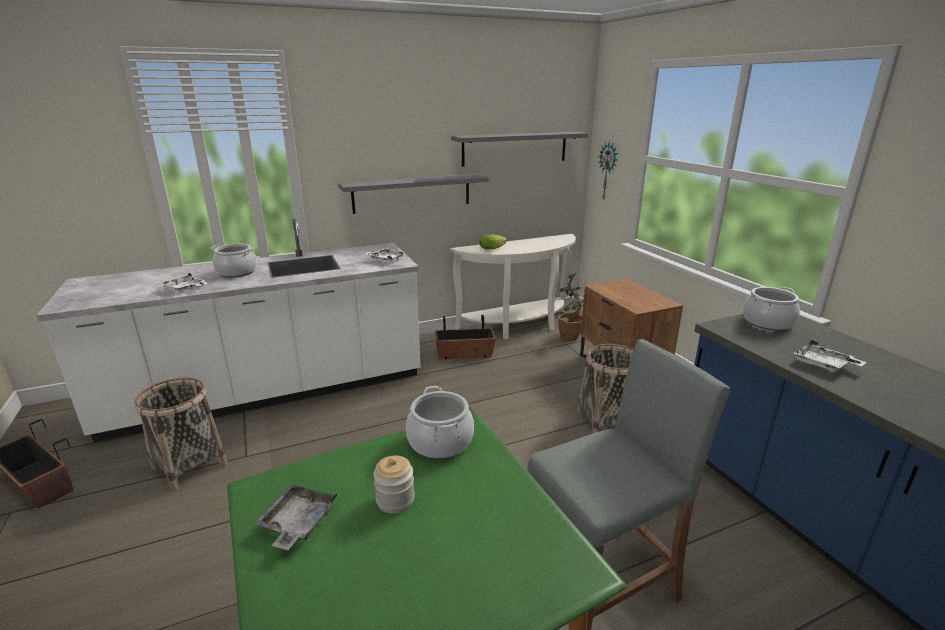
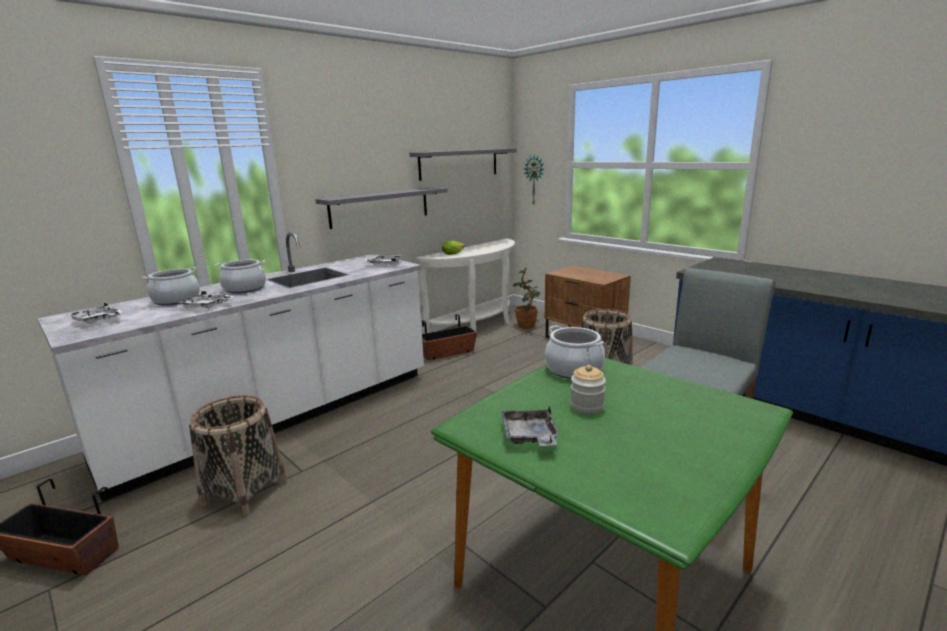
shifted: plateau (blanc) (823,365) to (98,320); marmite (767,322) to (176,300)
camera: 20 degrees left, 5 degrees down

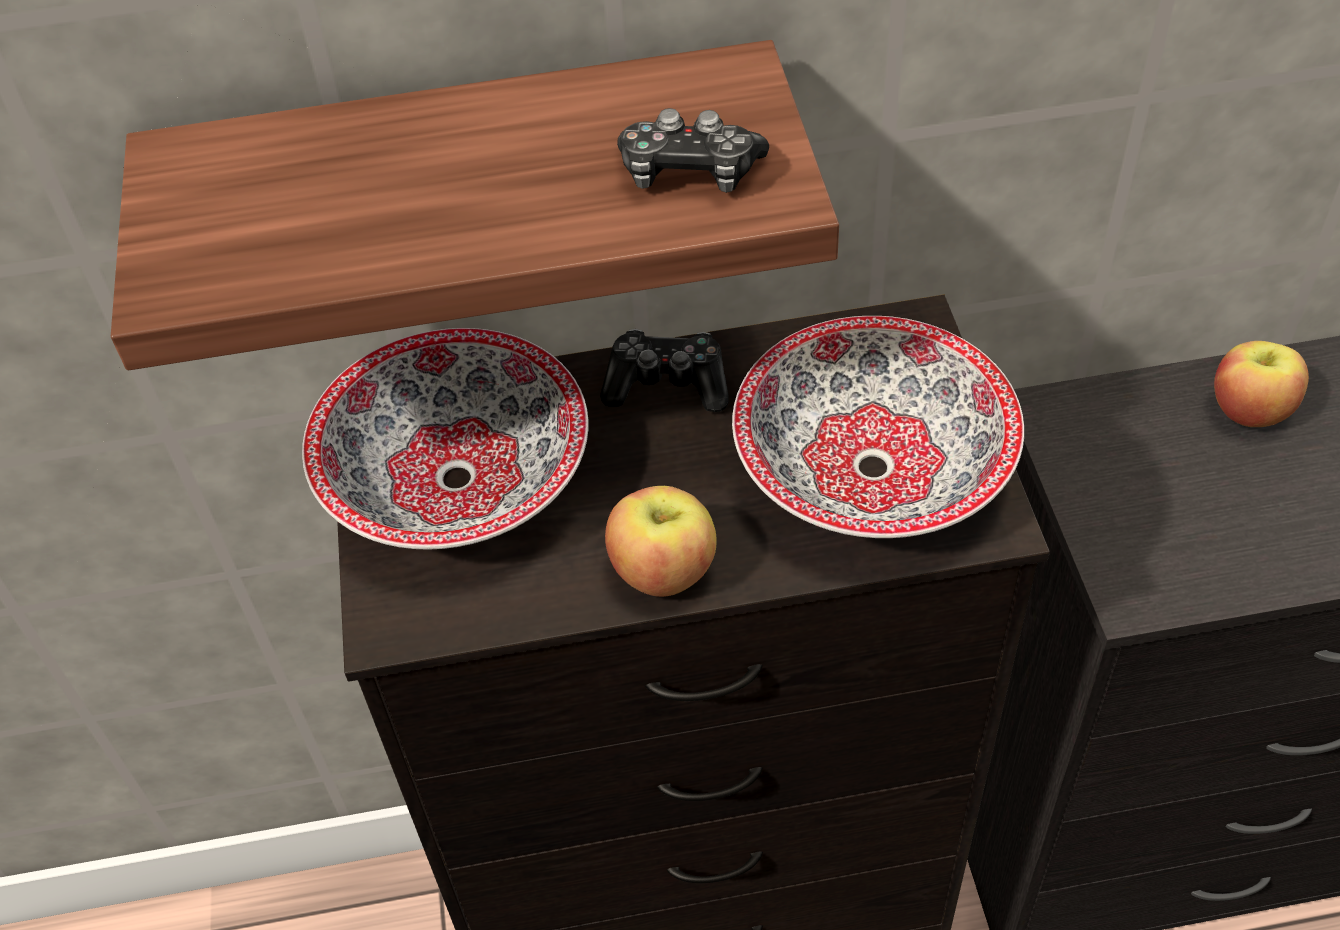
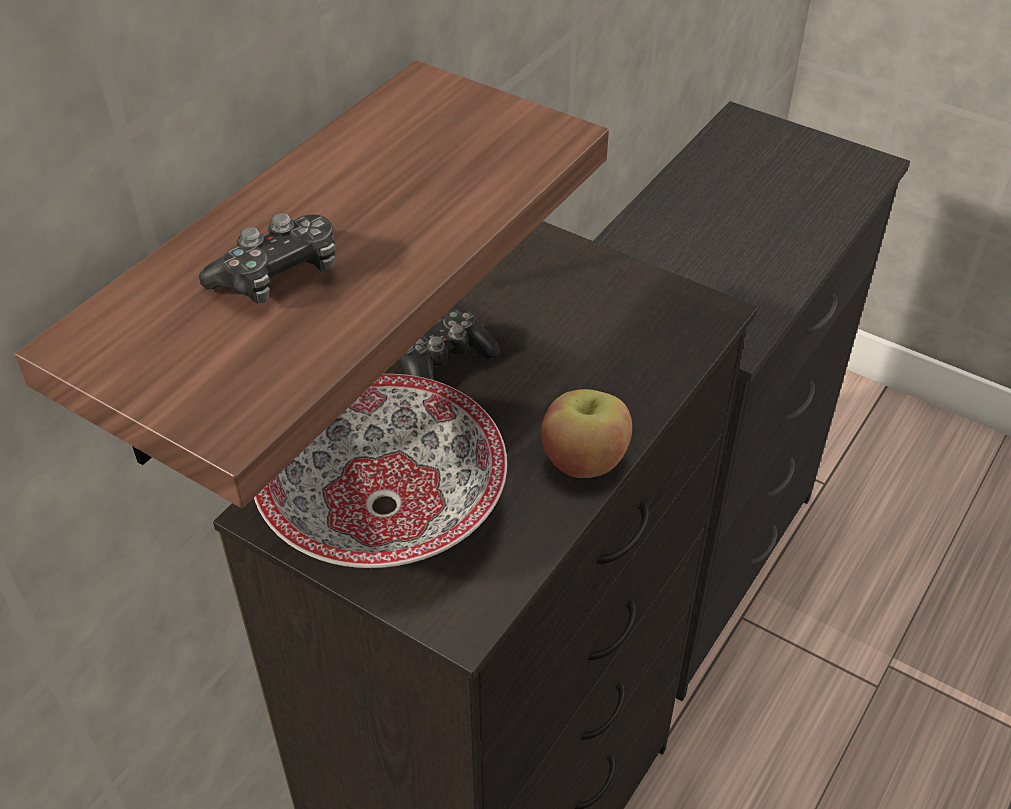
gone: bol (875,467); pomme (1250,409)
shifted: manette (689,172) to (278,275)
camera: 50 degrees left, 5 degrees down

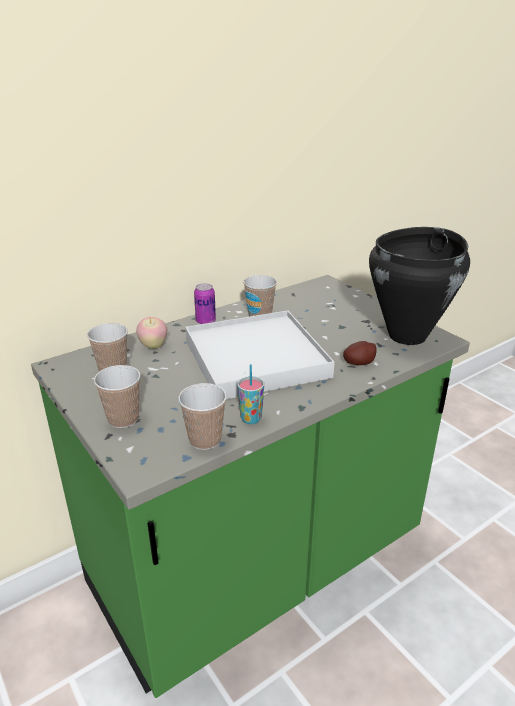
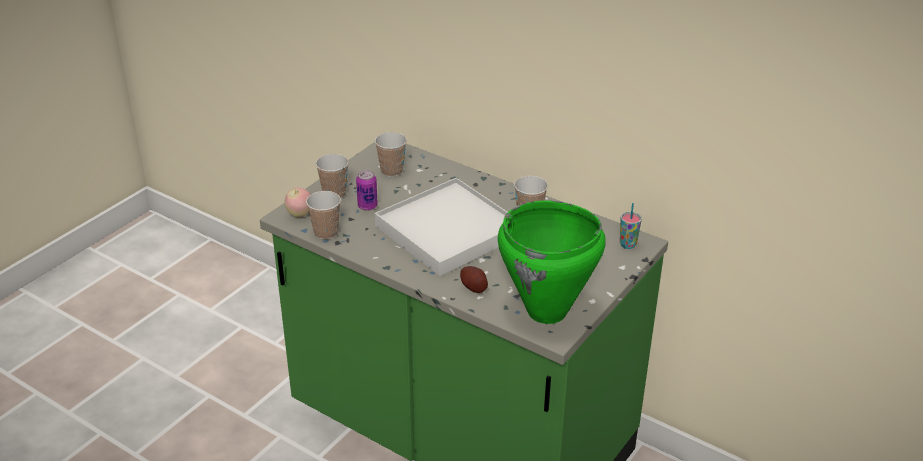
shifted: pomme (153,346) to (299,214); boîte métallique (205,321) to (367,206); tasse (251,419) to (627,245)
repainted: marmite (noir) (408,336) to marmite (vert) (547,312)
camera: 70 degrees right, 5 degrees up

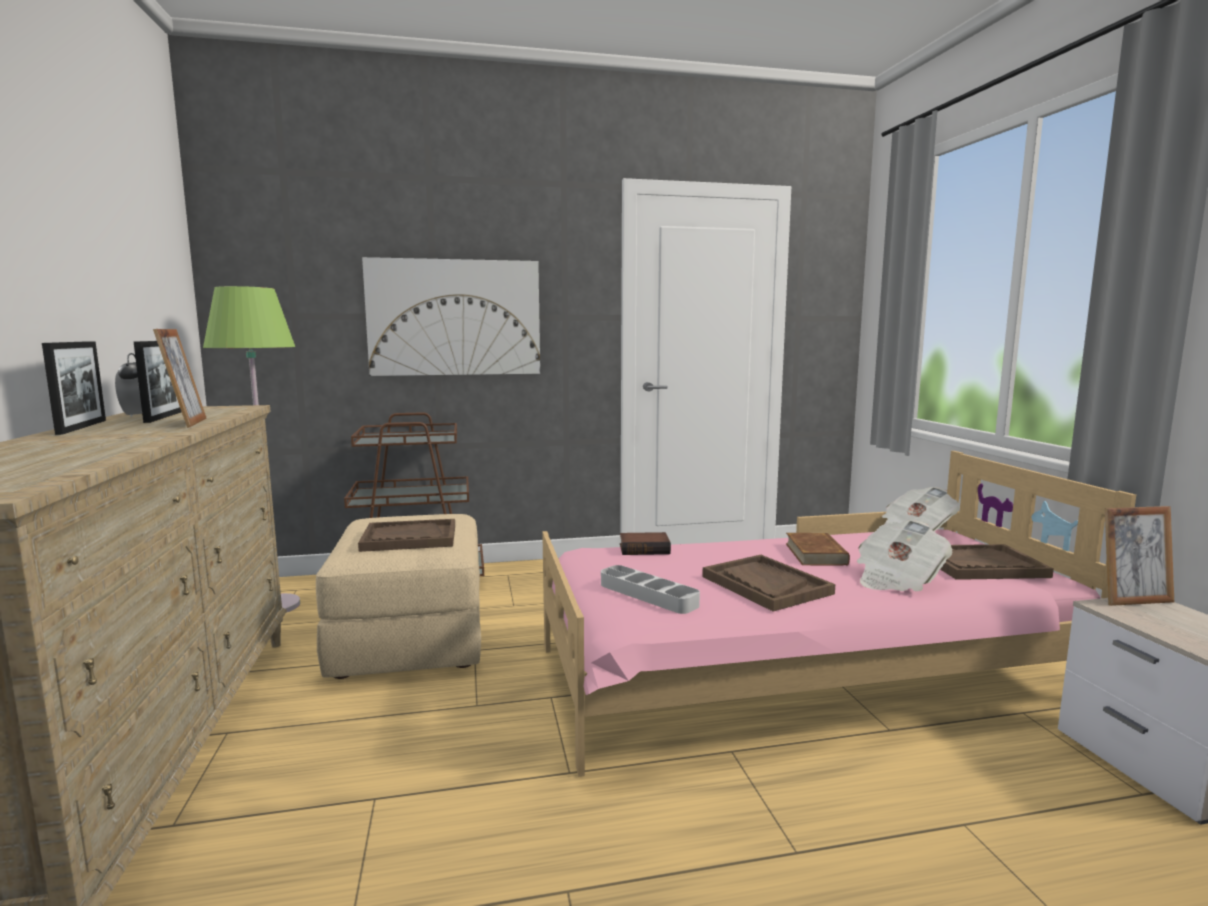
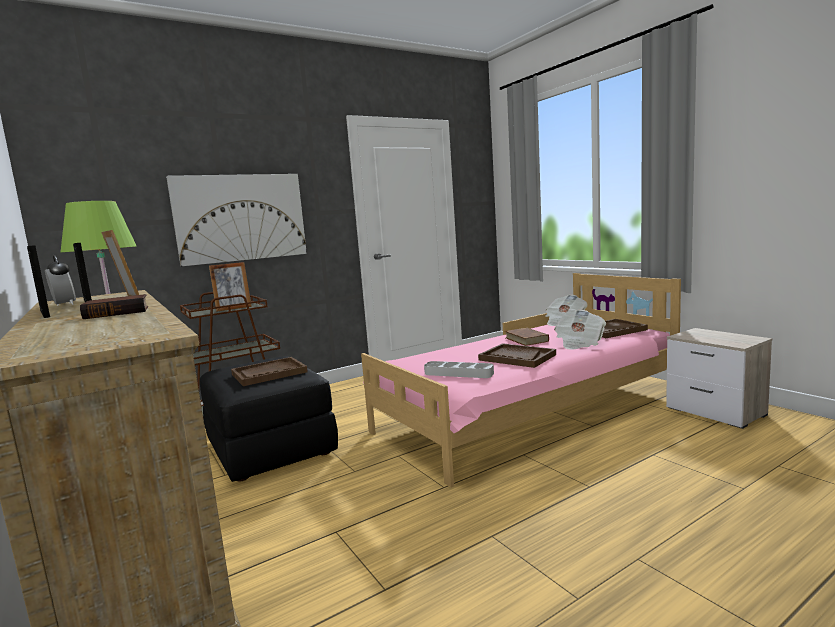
shifted: livre (645,548) to (118,312); cadre photo (1133,600) to (233,308)
repainted: pouf (beige) (409,637) to pouf (noir) (269,448)
camera: 20 degrees left, 0 degrees up

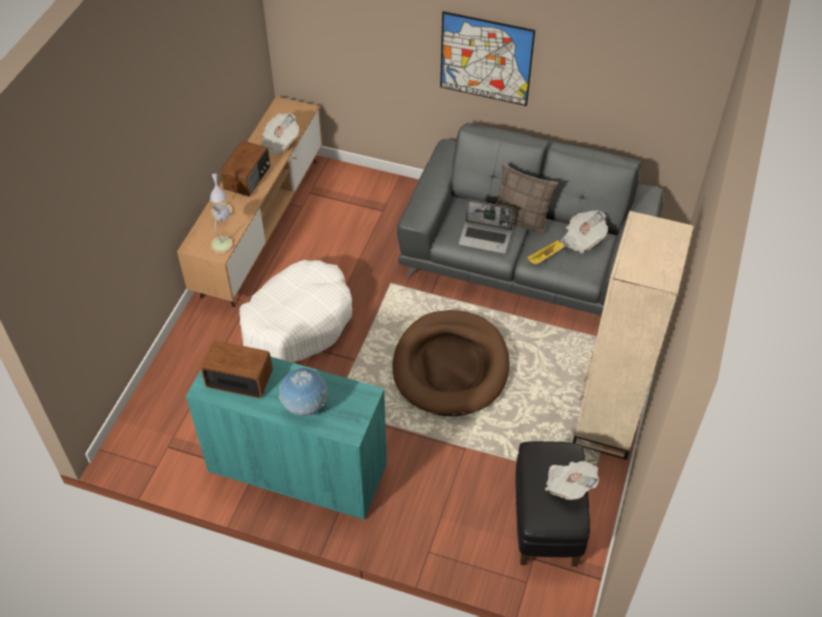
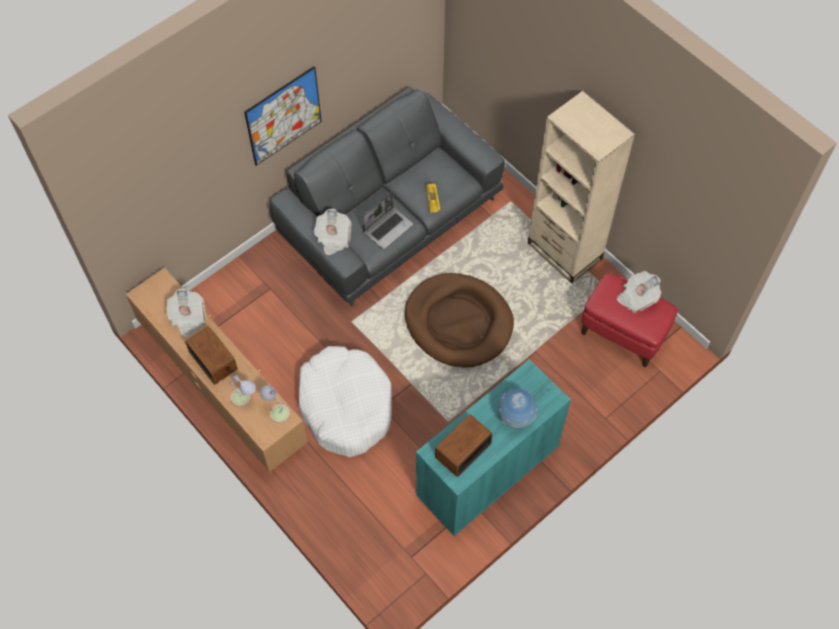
gone: coussin (521,219)
shifted: journal (582,239) to (333,238)
repainted: pouf (noir) (546,522) to pouf (rouge) (622,334)
camera: 60 degrees left, 10 degrees up

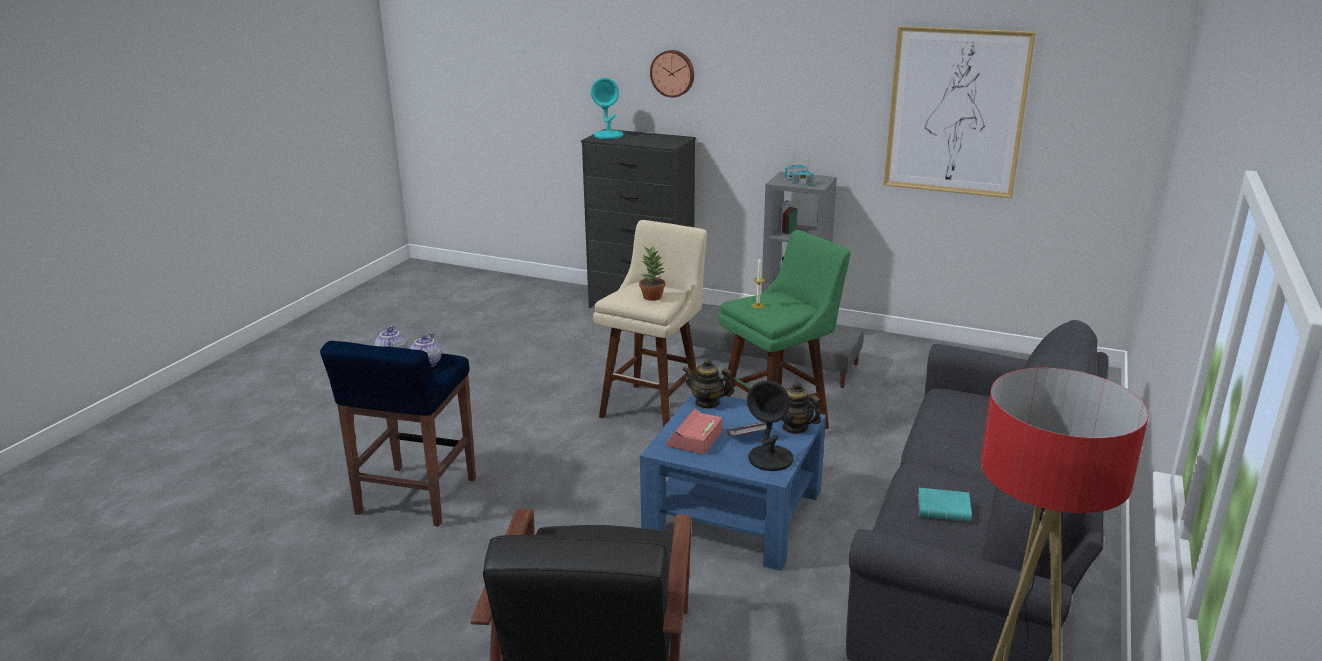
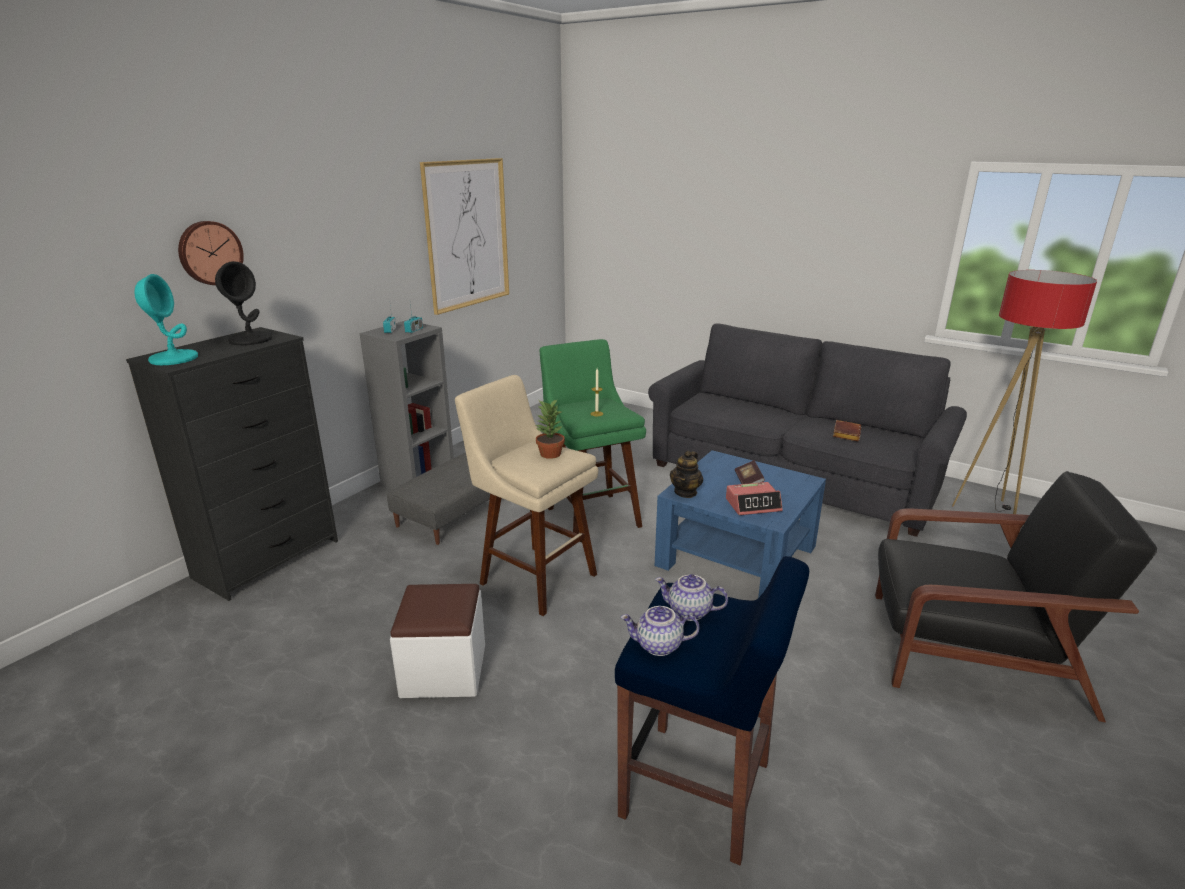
gone: théière (795,427)
new: pouf (blanc) (444,670)
shifted: lampe de table (noir) (771,459) to (250,339)
repainted: livre (turquoise) (945,509) to livre (marron) (845,433)
rotated: réveil (694,439) = (753,505) 45 degrees counterclockwise
camera: 80 degrees left, 0 degrees up

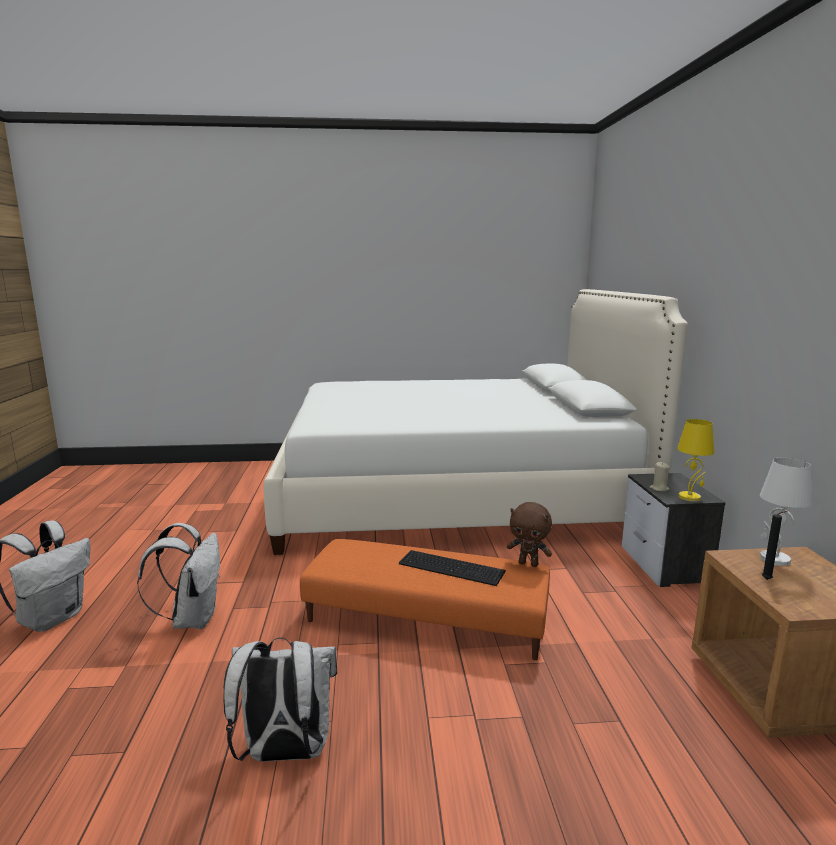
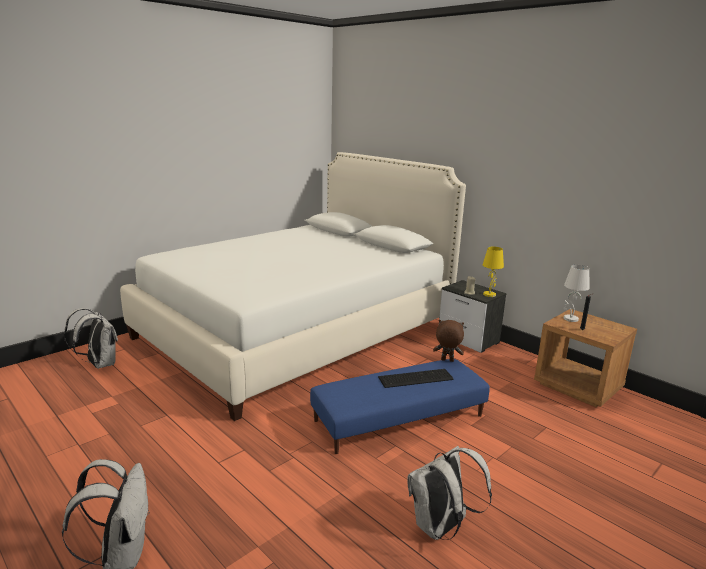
shifted: sac à dos (blanc) (193,618) to (99,364)
repainted: pouf (orange) (426,616) to pouf (bleu) (399,418)
rotated: peluche (marron) (528,563) = (447,360) 150 degrees counterclockwise
camera: 40 degrees left, 5 degrees up

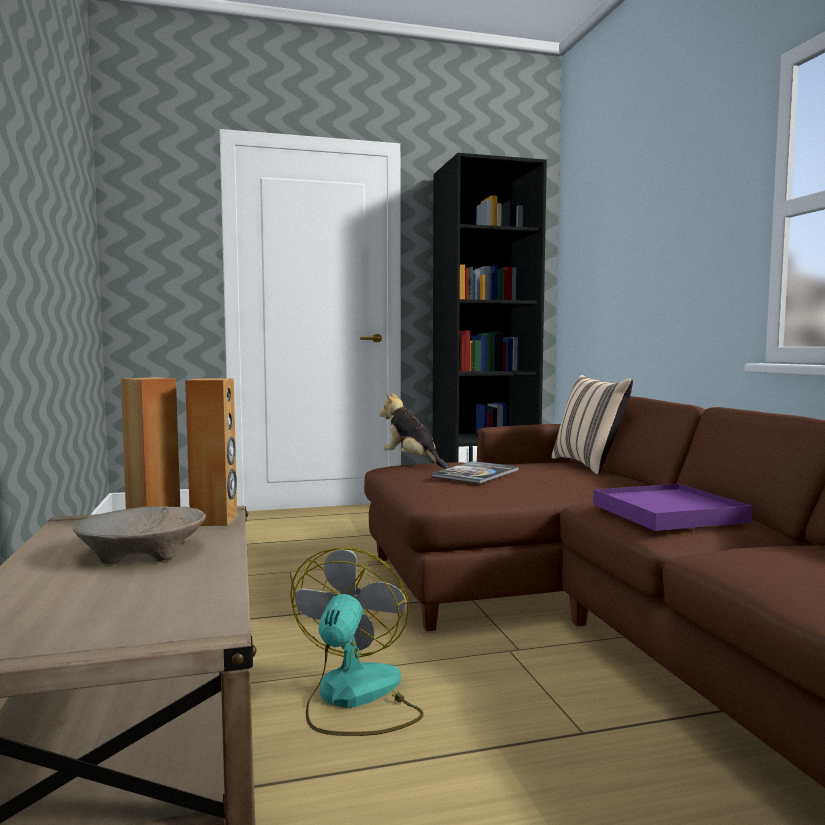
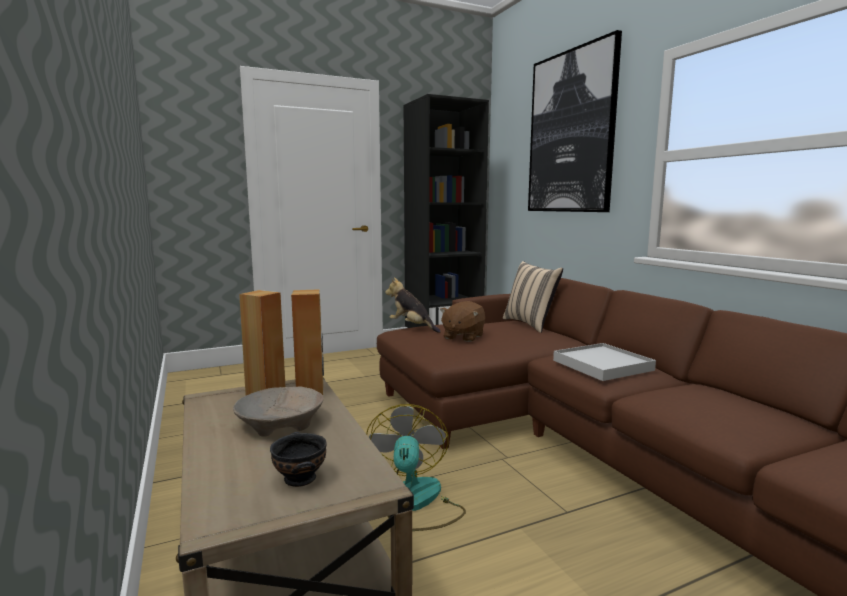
new: bol (noir) (300,477); tableau (571,132)
swapped: livre (476,474) to peluche (marron) (463,337)
repainted: plateau (violet) (668,513) to plateau (blanc) (602,365)
camera: 10 degrees left, 5 degrees up

